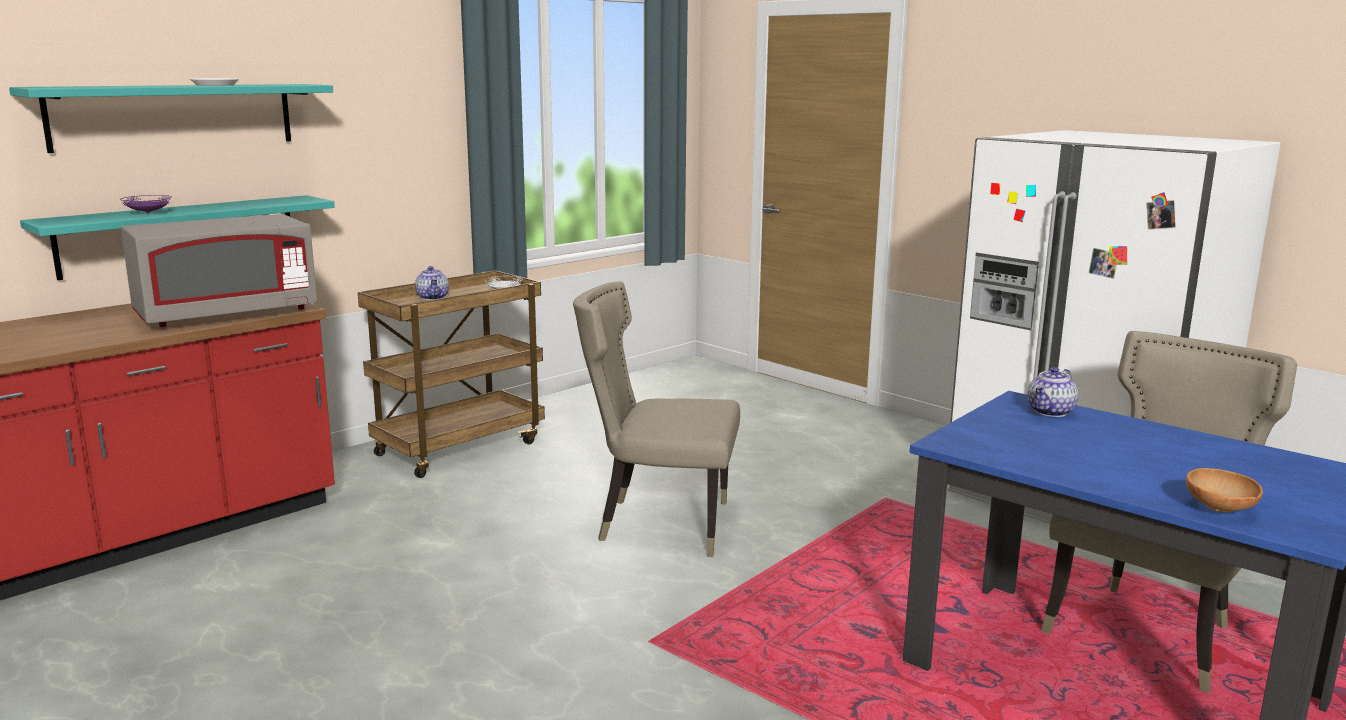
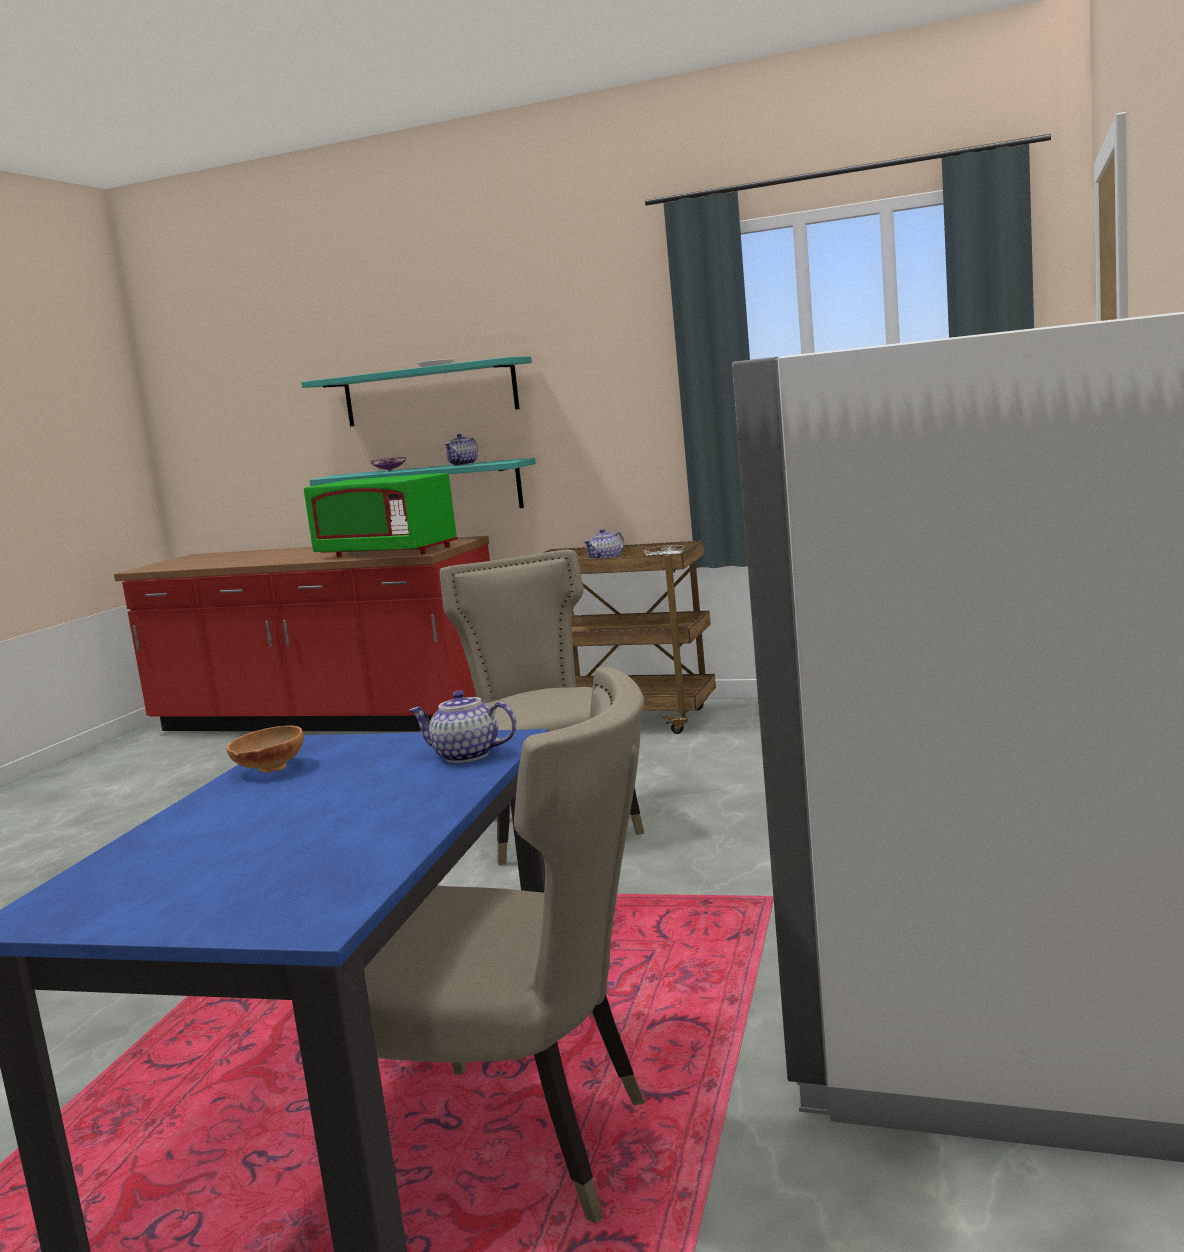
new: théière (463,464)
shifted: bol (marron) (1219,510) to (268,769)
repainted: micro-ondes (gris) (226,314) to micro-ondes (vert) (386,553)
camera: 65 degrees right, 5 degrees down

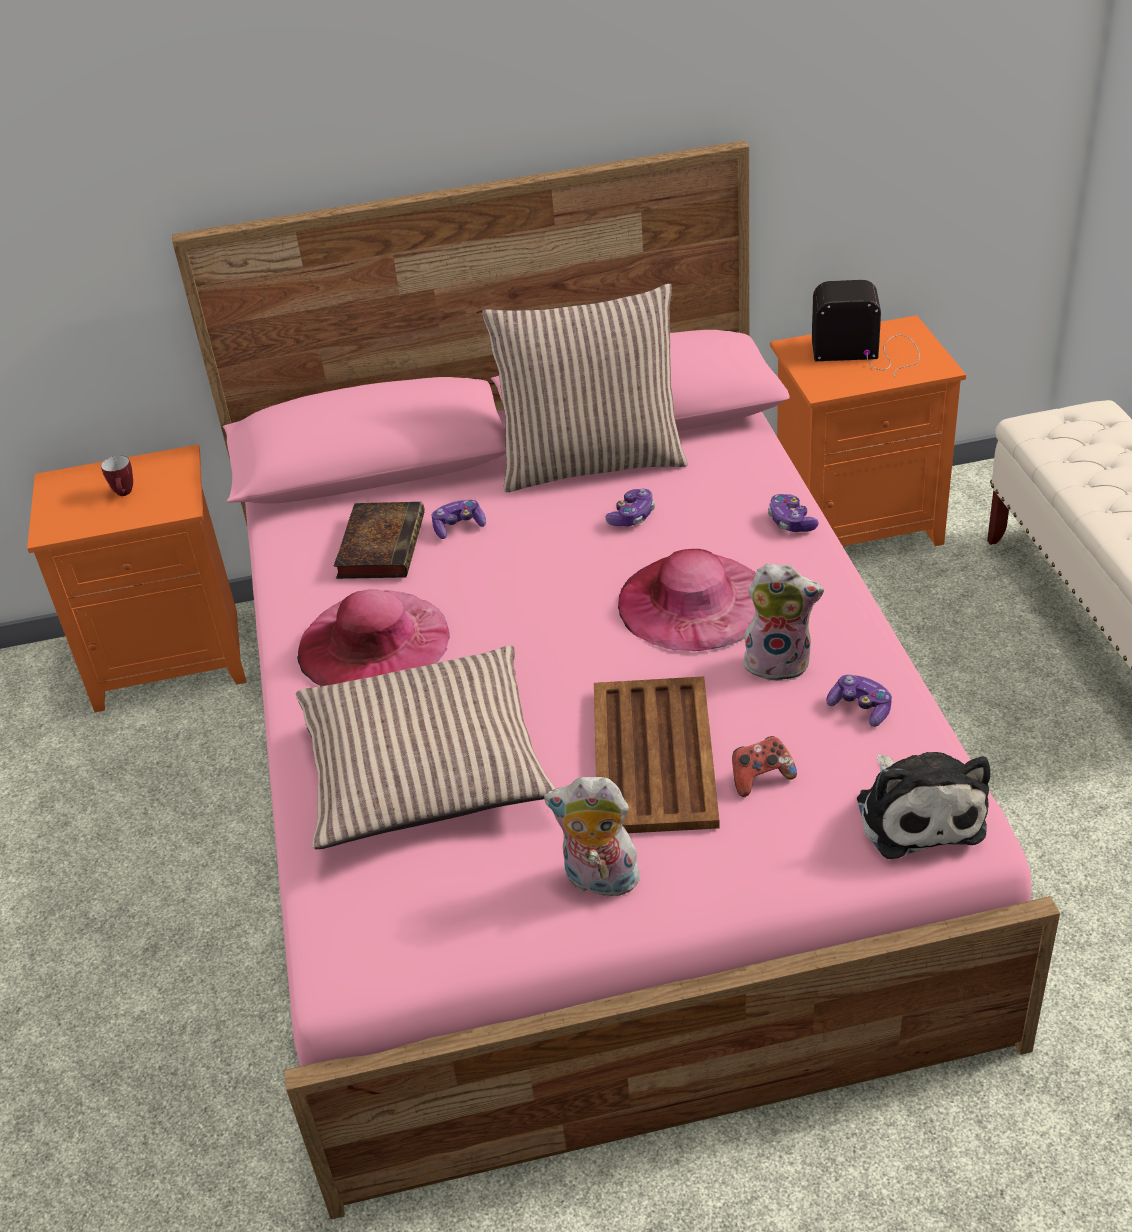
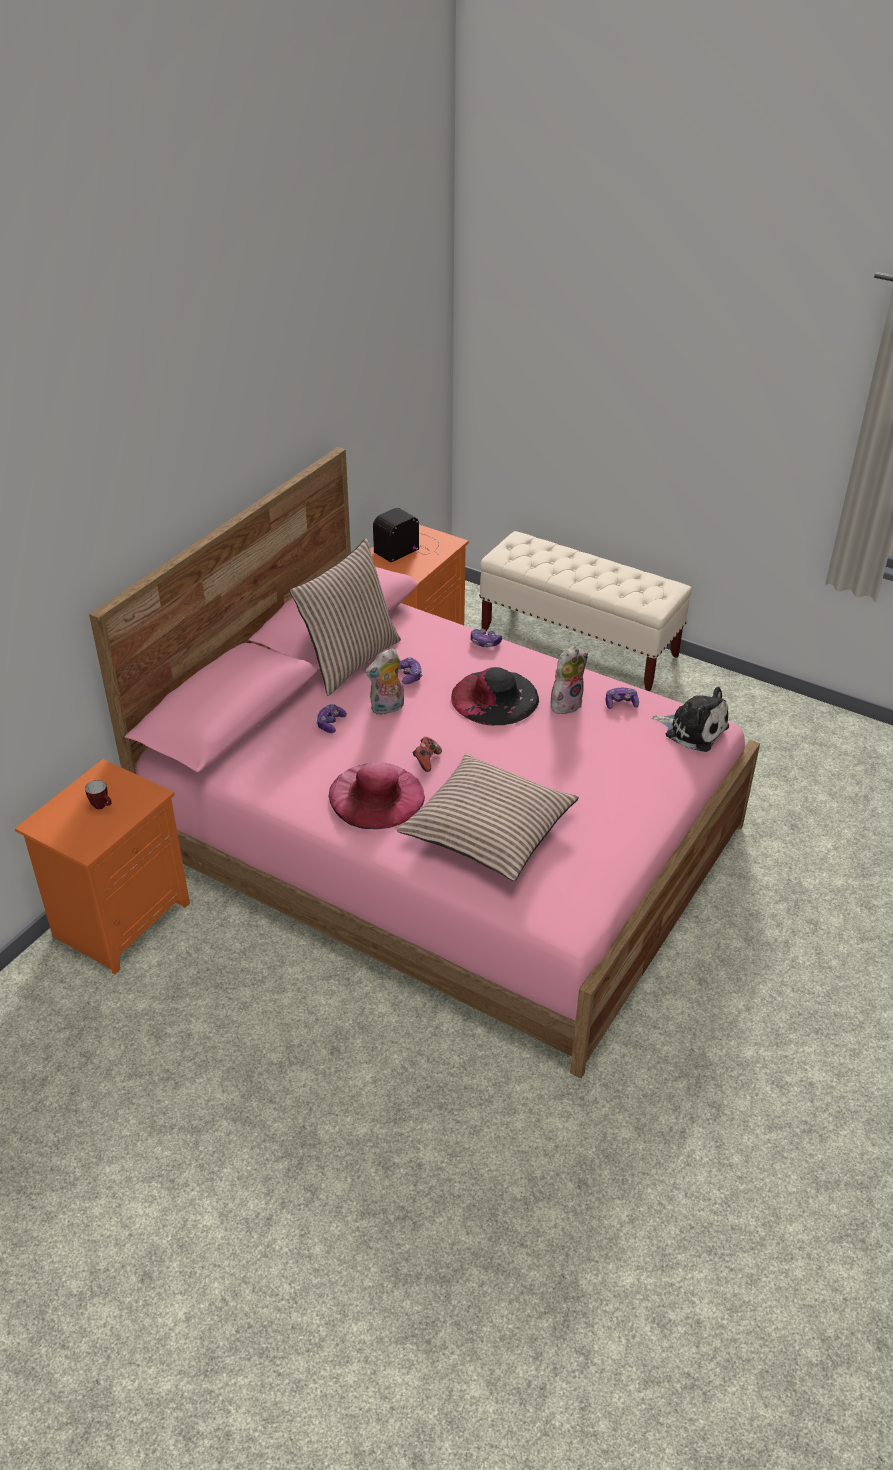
gone: livre (381,544); plateau (marron) (654,754)
shifted: peluche (598,881) to (387,708); manette (760,778) to (426,760)
repainted: chapeau (rose) (693,601) to chapeau (noir) (495,697)
camera: 50 degrees left, 0 degrees up

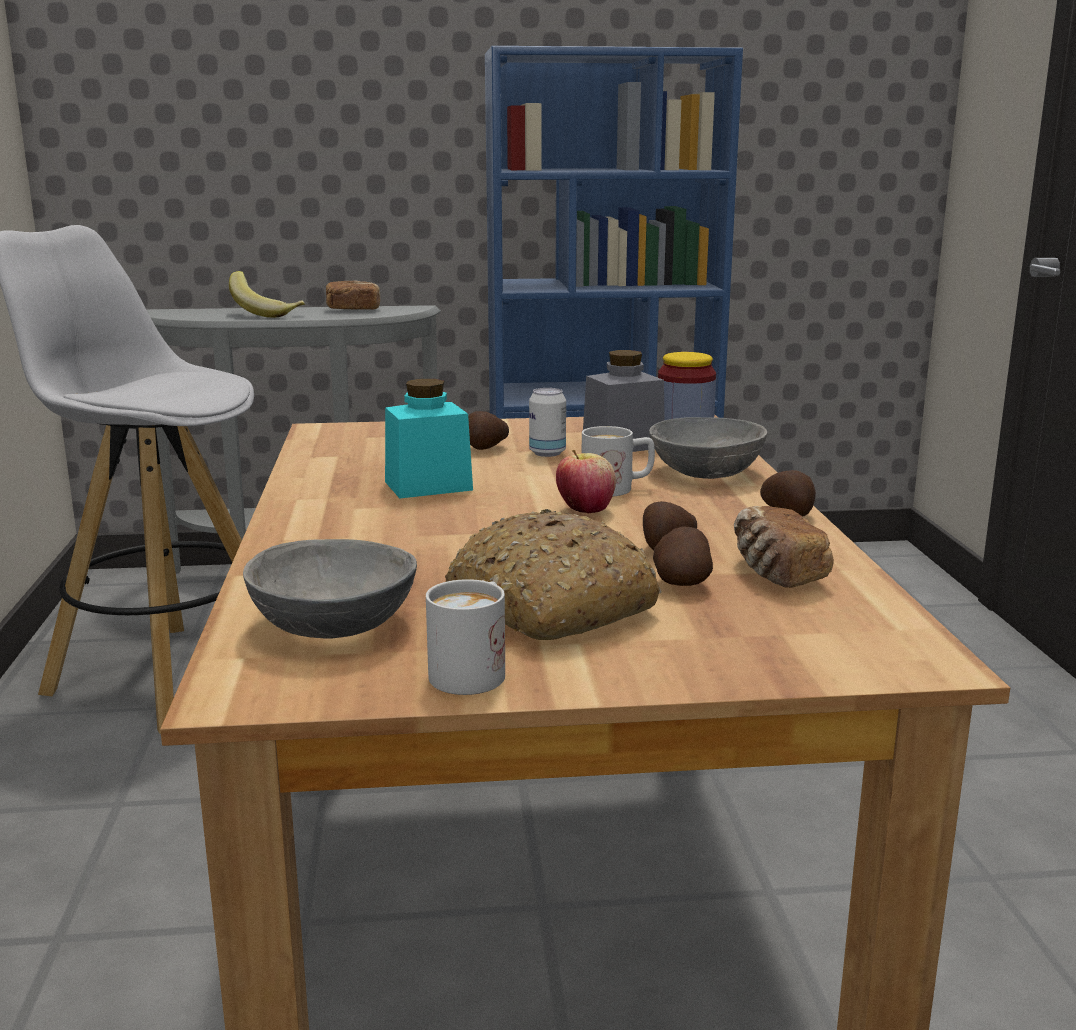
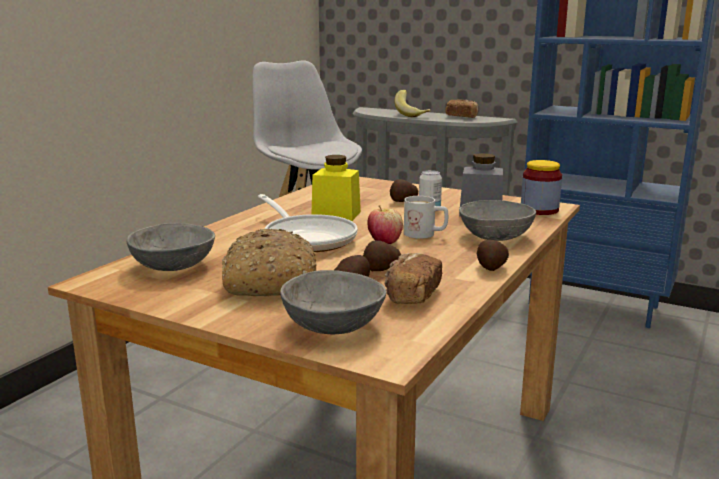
gone: mug (blanc) (474,670)
new: poêle (307,238); bol (gris) (332,325)
repainted: bocal (turquoise) (428,486) to bocal (jaune) (336,215)
camera: 35 degrees right, 0 degrees up

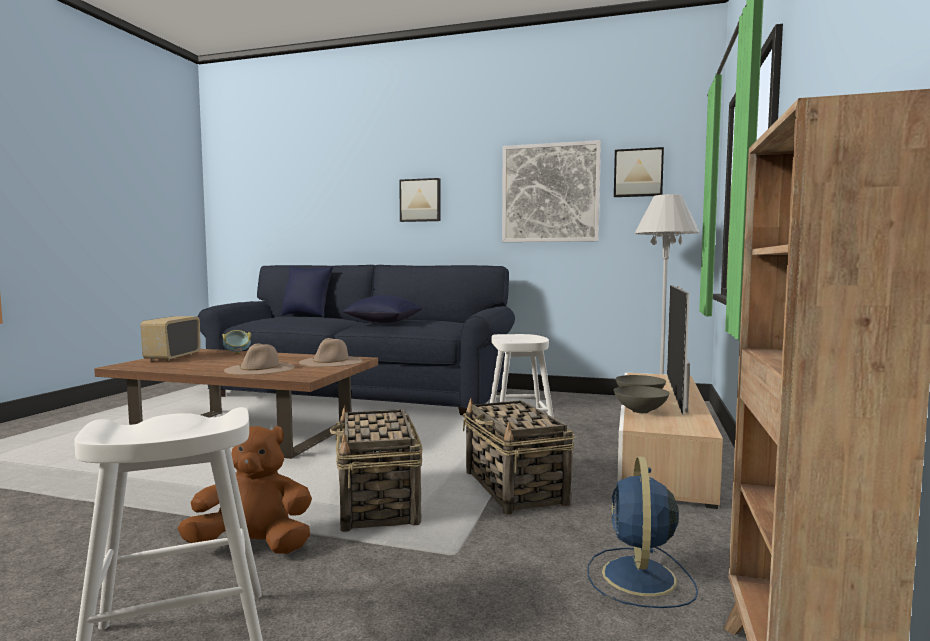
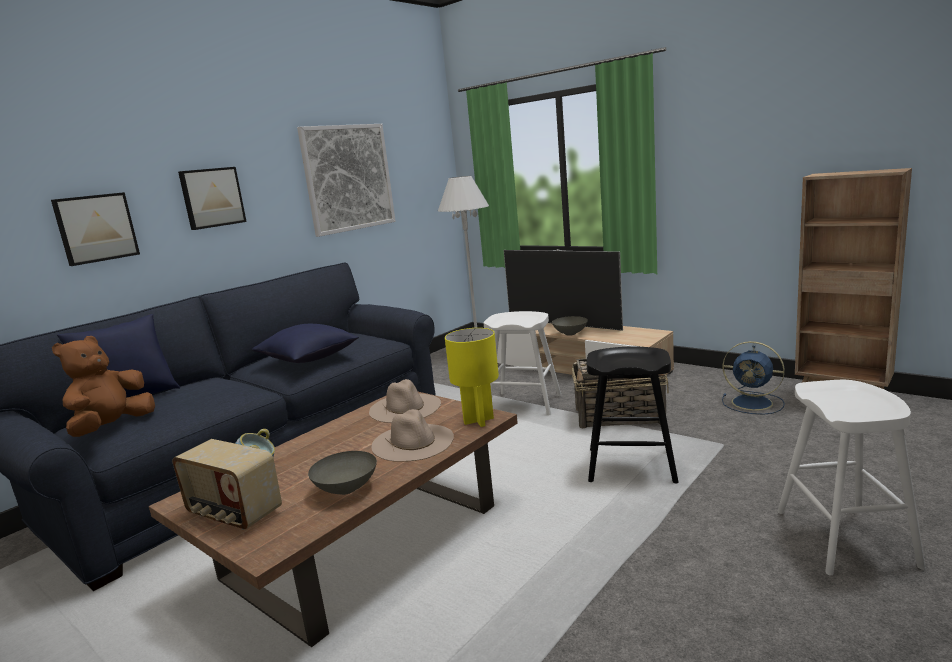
new: lampe de table (jaune) (478,420)
shifted: tableau (638,173) to (96,228); peluche (marron) (253,546) to (112,427); bol (gris) (639,411) to (346,489)
swapped: panier (377,504) to tabouret (noir) (631,466)
camera: 65 degrees left, 10 degrees up

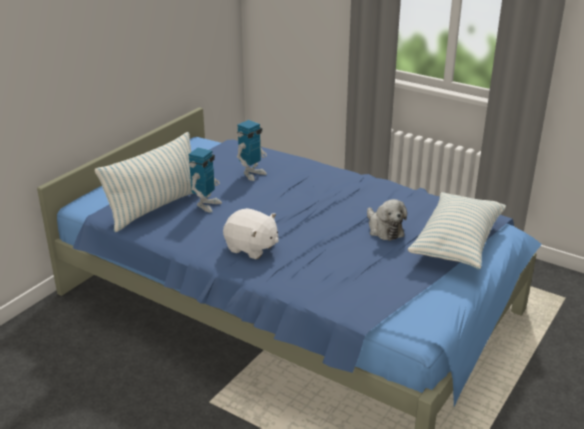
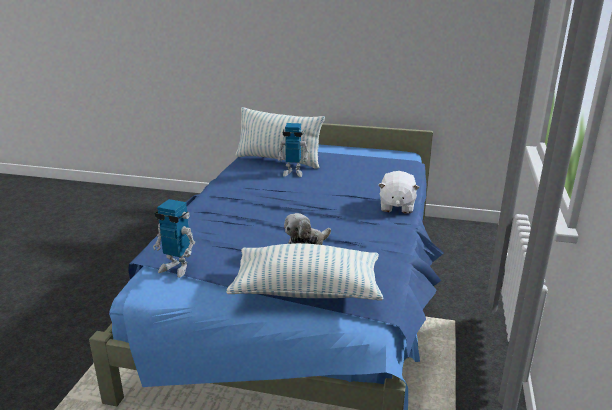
shifted: robot jouet (252,174) to (176,268); peluche (blanc) (251,248) to (396,206)
camera: 70 degrees right, 5 degrees down

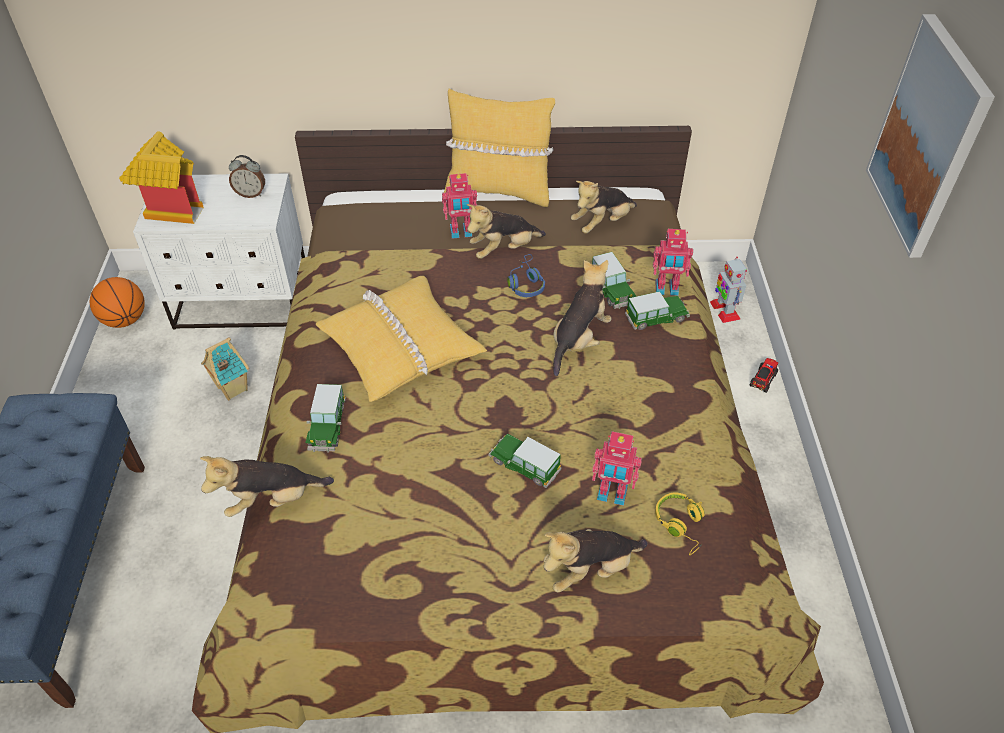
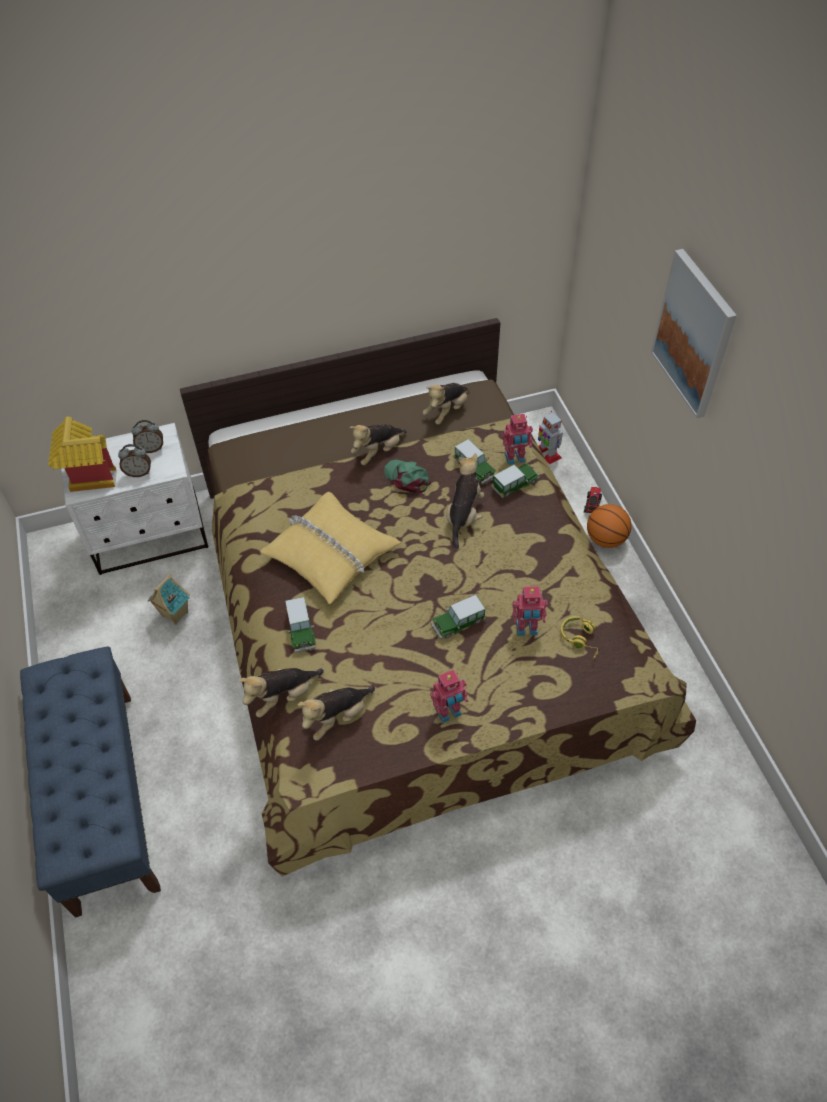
gone: coussin (jaune) (498,191)
new: réveil (139,473)
shifted: peluche (589,569) to (337,717); robot jouet (461,232) to (449,712); ballon de basket (125,320) to (605,539)
swapped: casque audio (bleu) (526,283) to casquette (vert) (407,478)
rotated: petite voiture (524,465) = (458,623) 45 degrees counterclockwise
camera: 15 degrees left, 5 degrees up

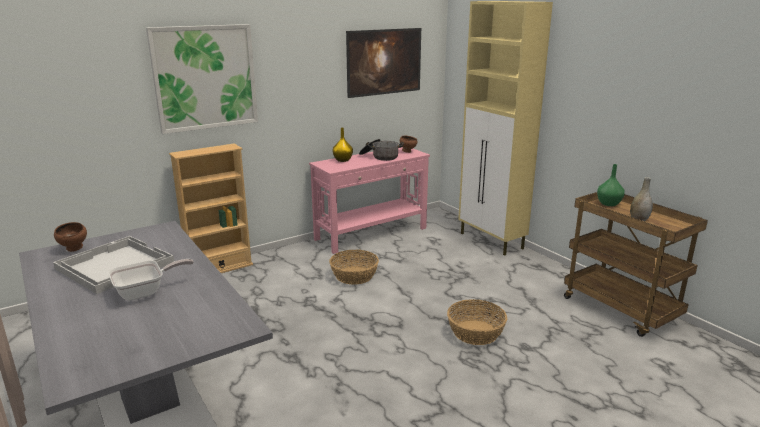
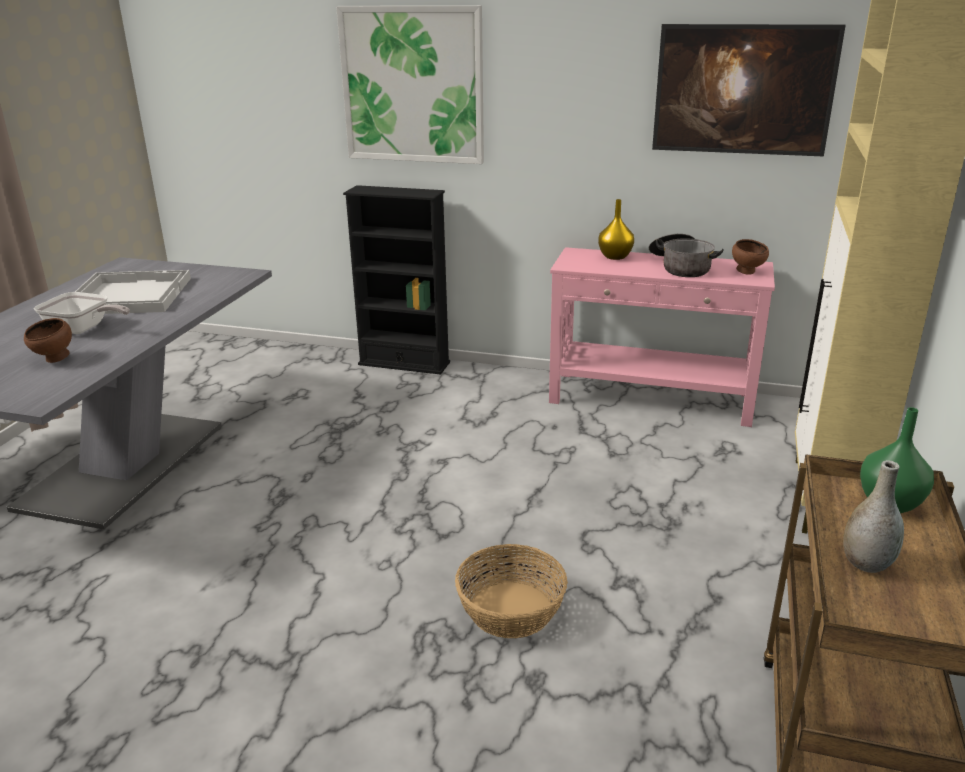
gone: panier (354,275)
shifted: bol (marron) (74,249) to (55,360)
repainted: bibliothèque (beige) (219,268) to bibliothèque (noir) (404,363)
camera: 50 degrees right, 5 degrees up

